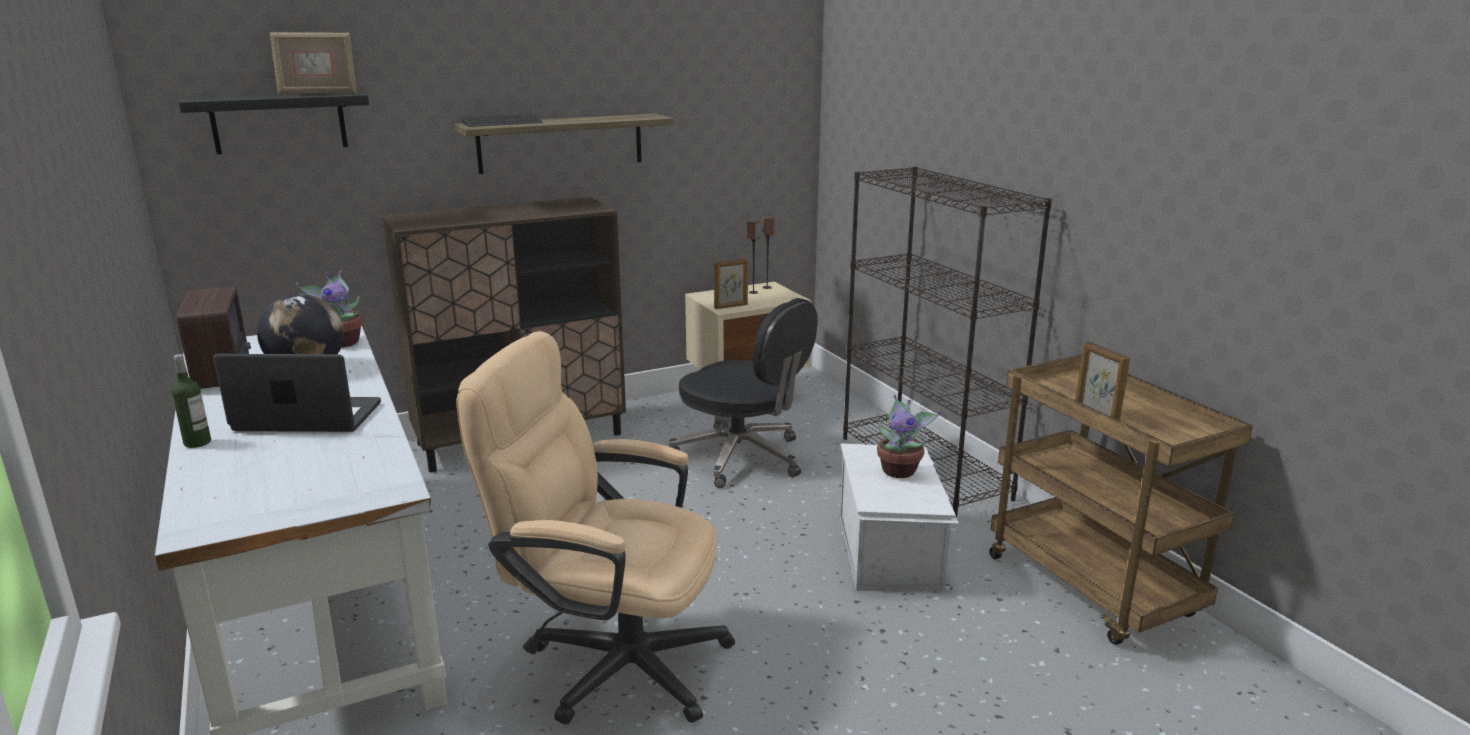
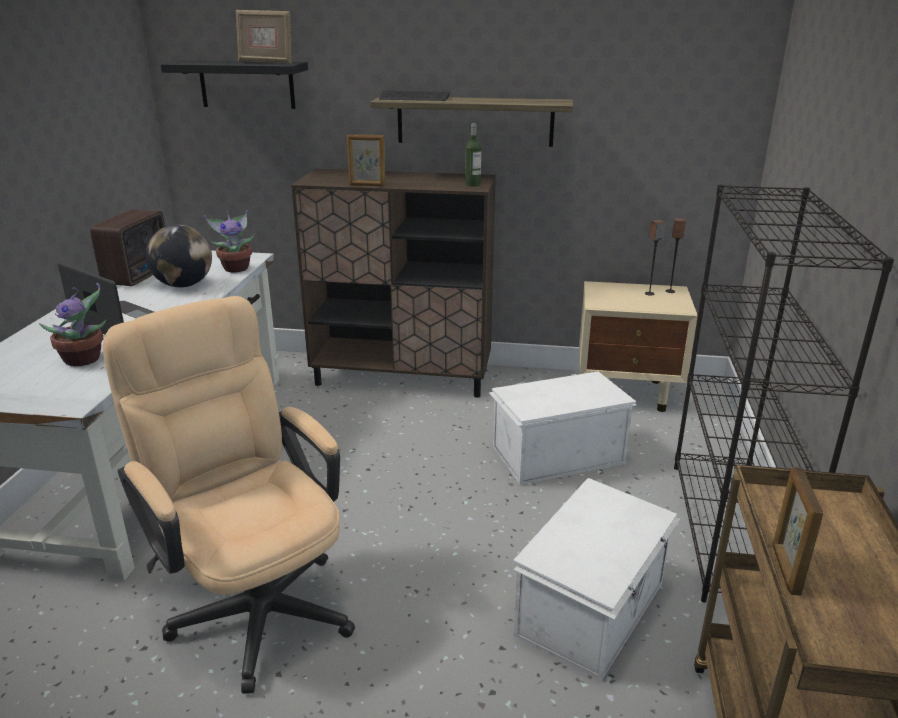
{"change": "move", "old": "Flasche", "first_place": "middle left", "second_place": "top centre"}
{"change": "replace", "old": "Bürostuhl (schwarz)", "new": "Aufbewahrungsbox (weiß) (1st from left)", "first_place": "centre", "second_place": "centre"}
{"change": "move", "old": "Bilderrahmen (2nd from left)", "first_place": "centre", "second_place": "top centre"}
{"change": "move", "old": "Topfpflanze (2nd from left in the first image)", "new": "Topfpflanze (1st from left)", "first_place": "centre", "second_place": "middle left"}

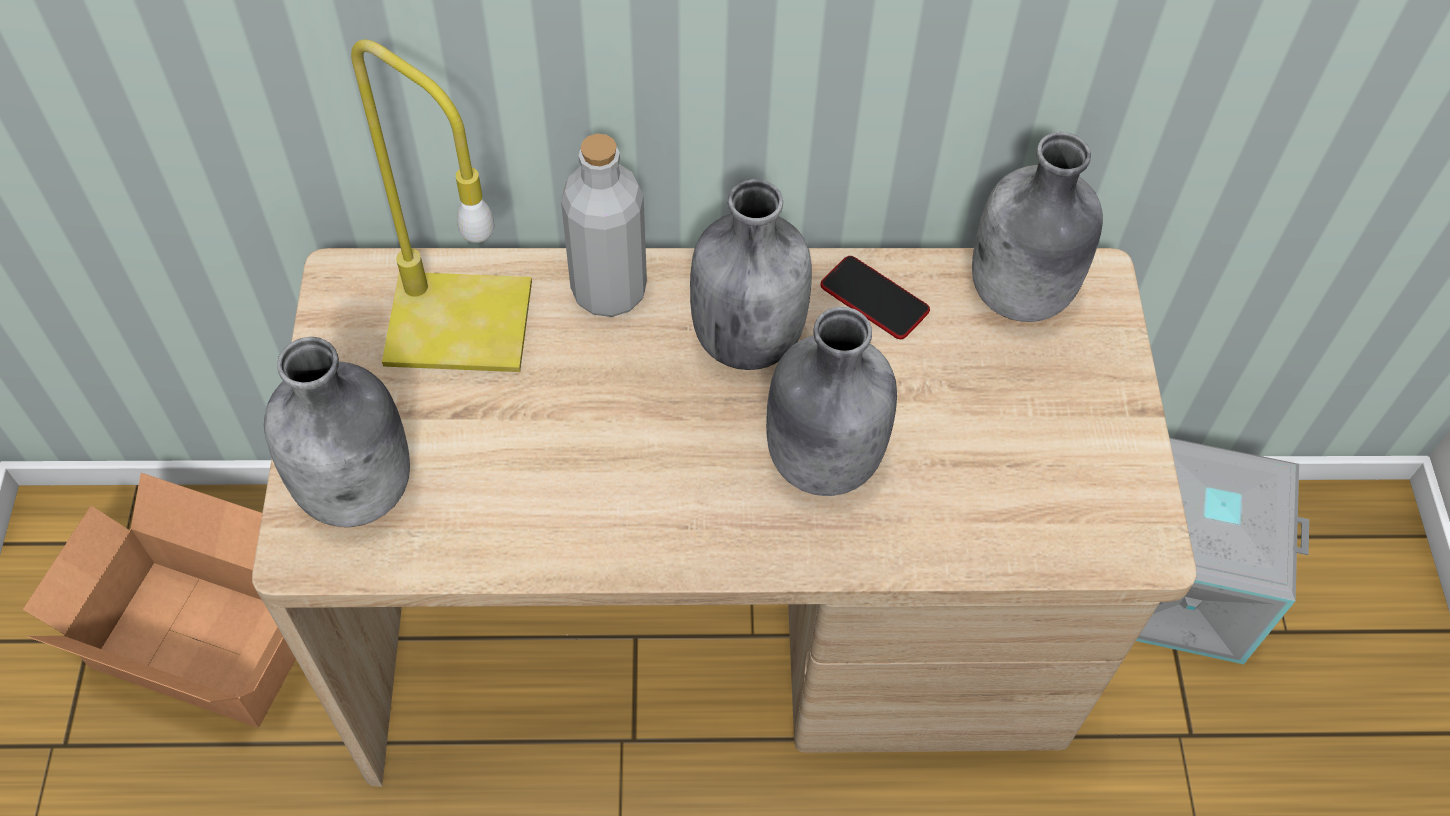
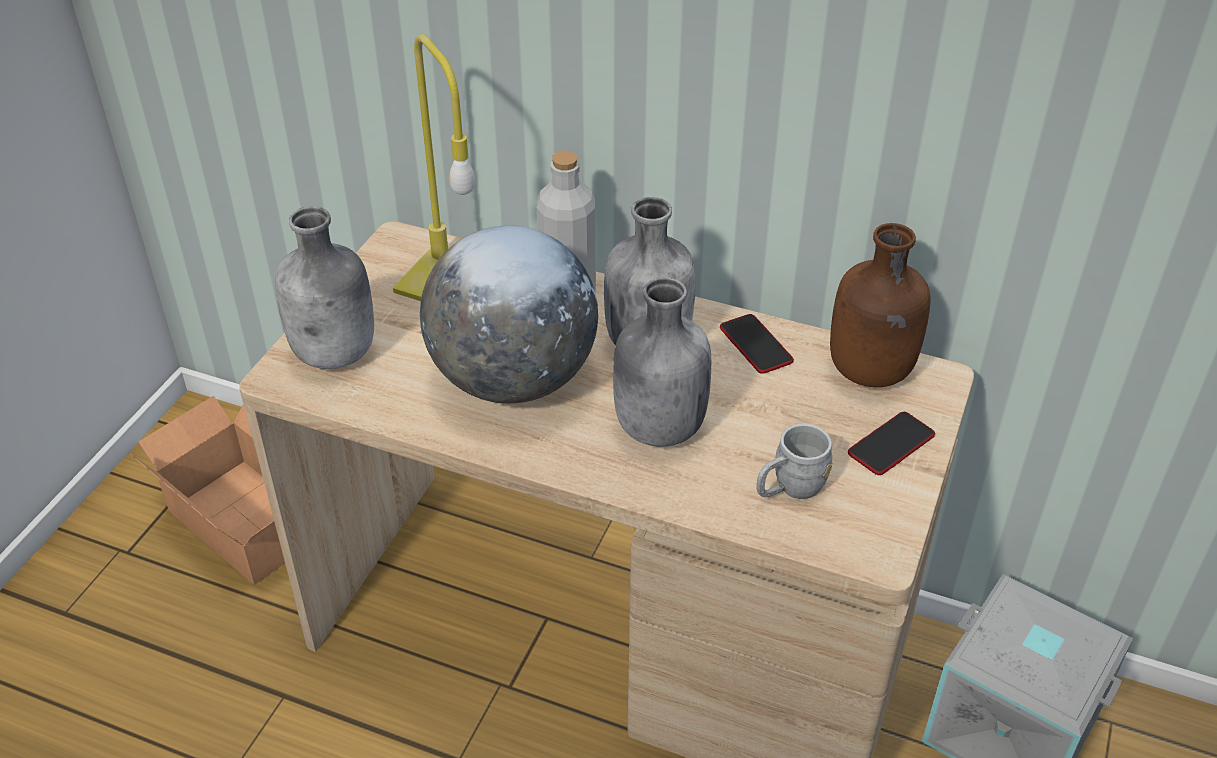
{"change": "recolor", "old": "Flasche (grau) (5th from left)", "new": "Flasche (braun)", "first_place": "top right", "second_place": "middle right"}
{"change": "insert", "new": "Globus", "second_place": "centre"}
{"change": "insert", "new": "Henkelbecher (grau)", "second_place": "centre"}
{"change": "insert", "new": "Handy (2nd from left)", "second_place": "middle right"}

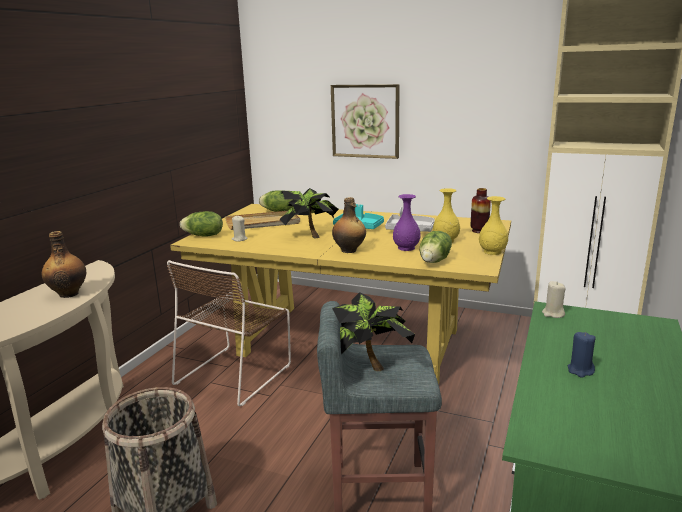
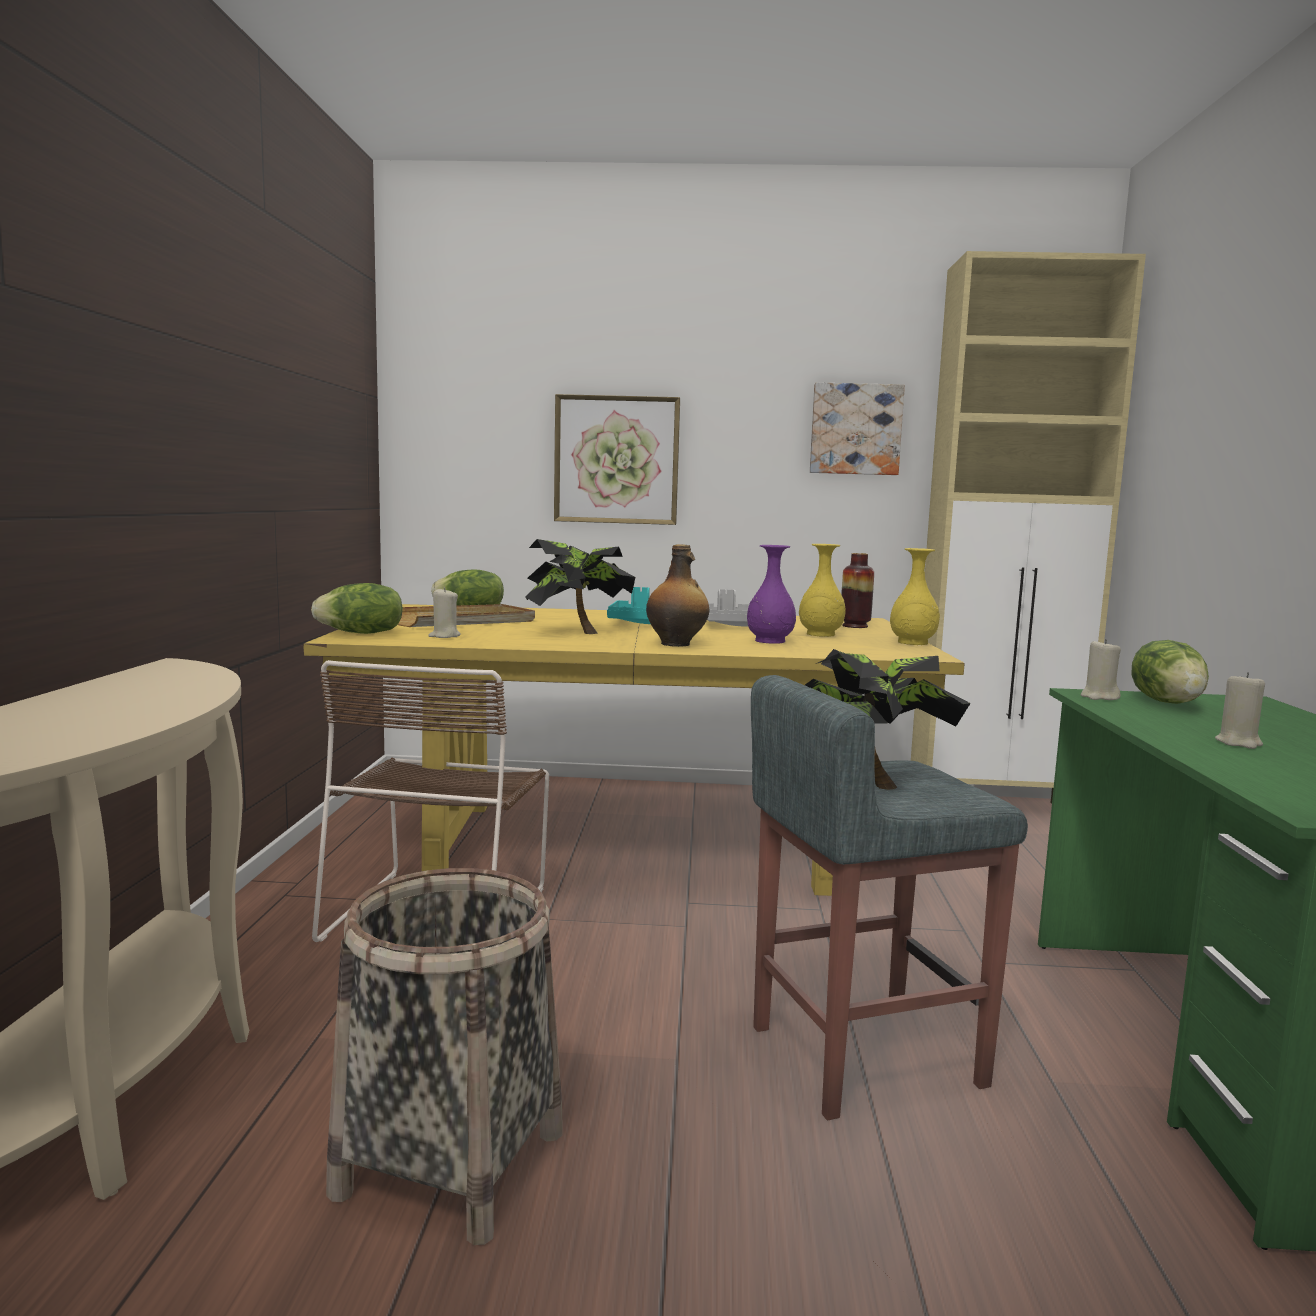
{"change": "delete", "old": "Flasche (1st from left)", "first_place": "middle left"}
{"change": "move", "old": "Salatkopf (3rd from left)", "first_place": "centre", "second_place": "middle right"}
{"change": "recolor", "old": "Kerze (blau)", "new": "Kerze (beige) (3rd from left)", "first_place": "bottom right", "second_place": "middle right"}
{"change": "insert", "new": "Bild (2nd from left)", "second_place": "top centre"}

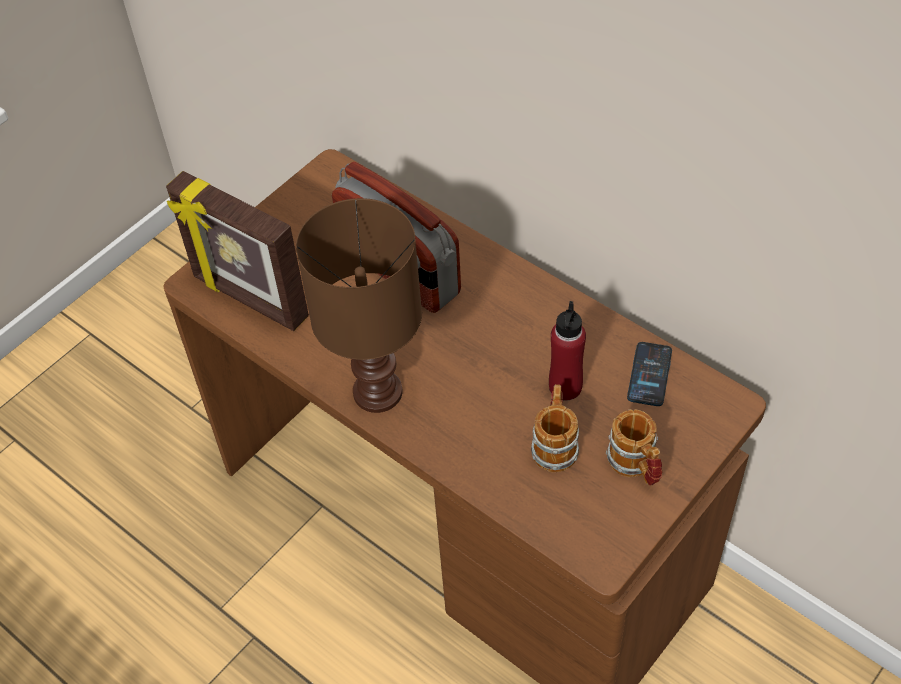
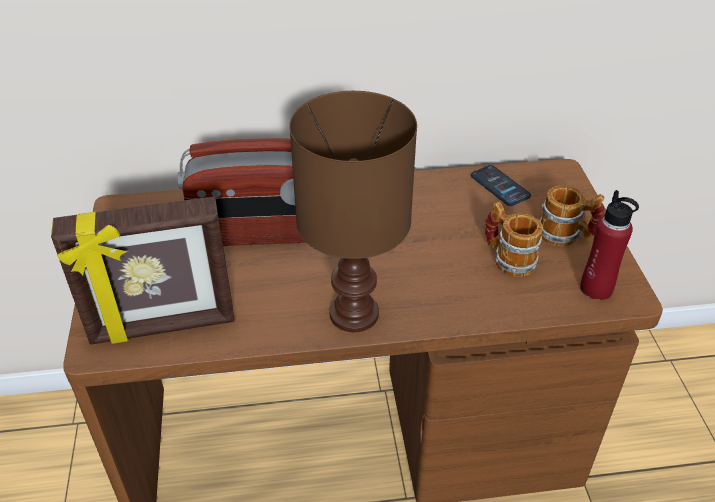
{"change": "move", "old": "Flasche (rot)", "first_place": "centre", "second_place": "middle right"}

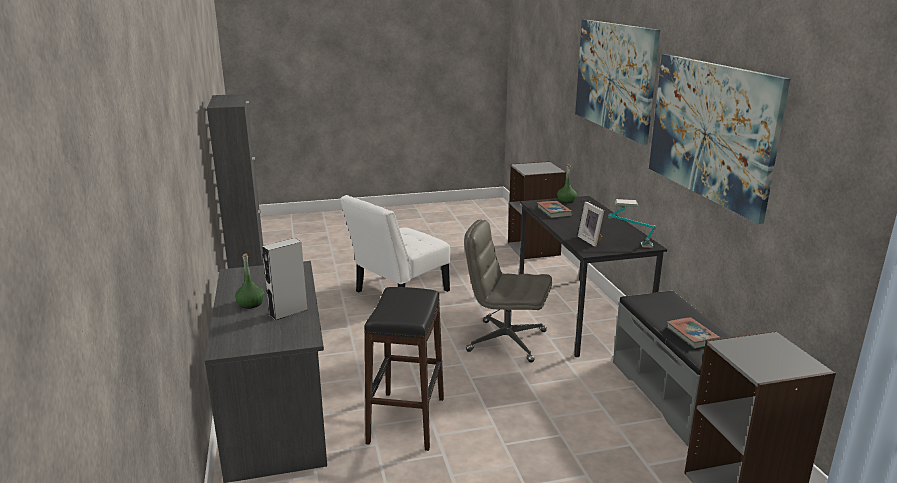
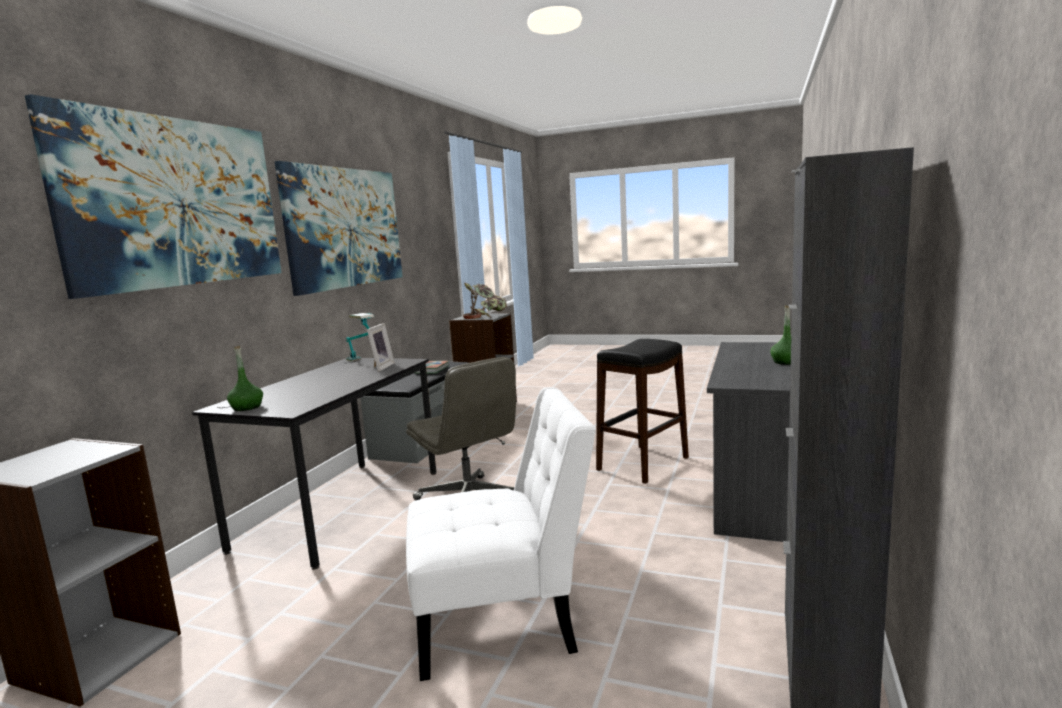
{"change": "delete", "old": "Lautsprecher (grau)", "first_place": "middle left"}
{"change": "delete", "old": "Buch (1st from left)", "first_place": "centre"}
{"change": "insert", "new": "Topfpflanze", "second_place": "centre"}

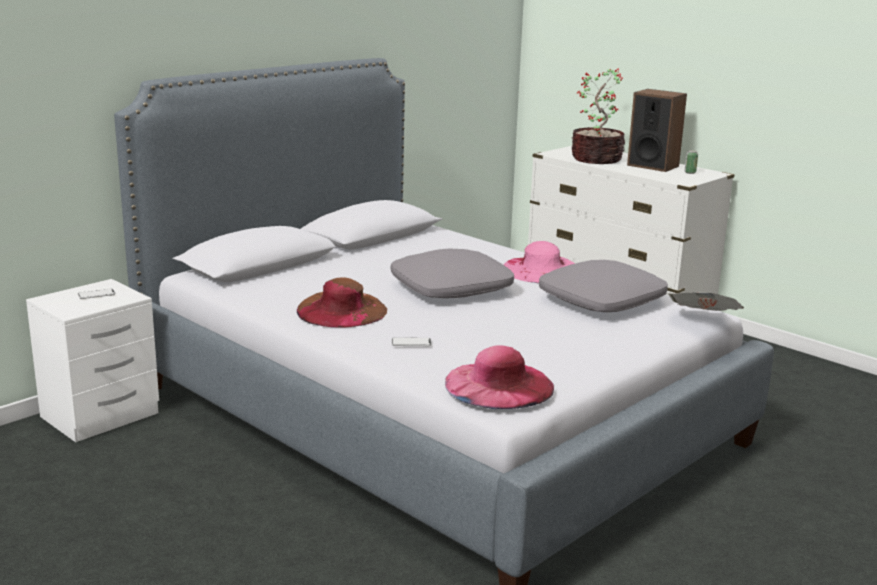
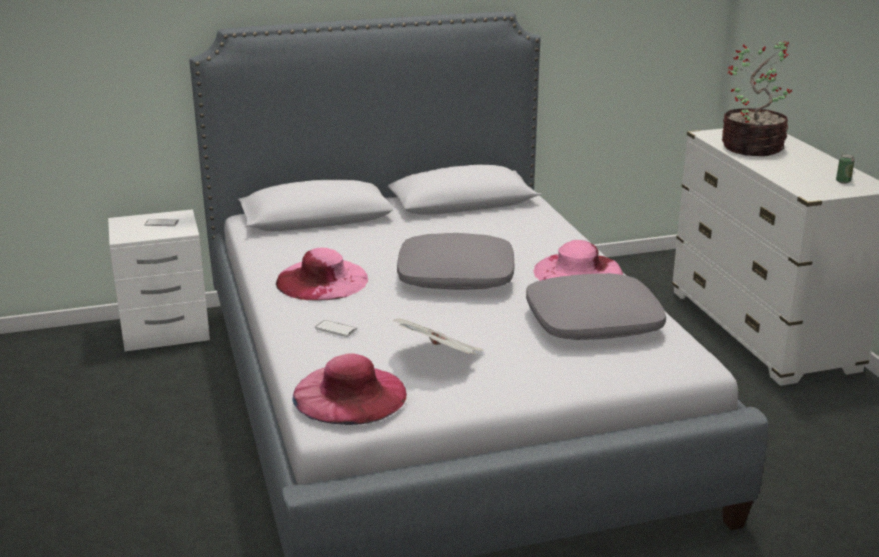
{"change": "recolor", "old": "Hut (braun)", "new": "Hut (rosa) (1st from left)", "first_place": "centre", "second_place": "centre"}
{"change": "delete", "old": "Lautsprecher", "first_place": "top right"}
{"change": "move", "old": "Zeitung", "first_place": "middle right", "second_place": "centre"}

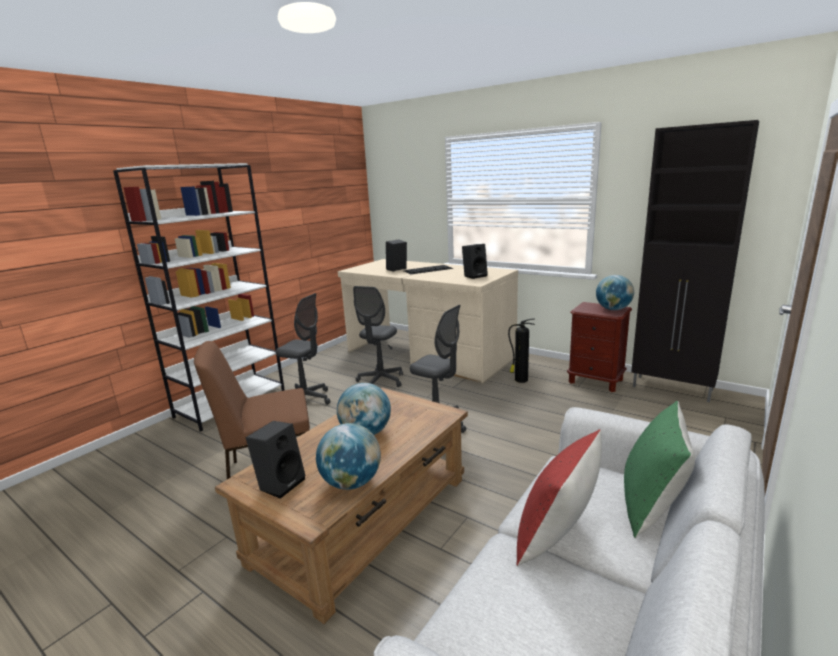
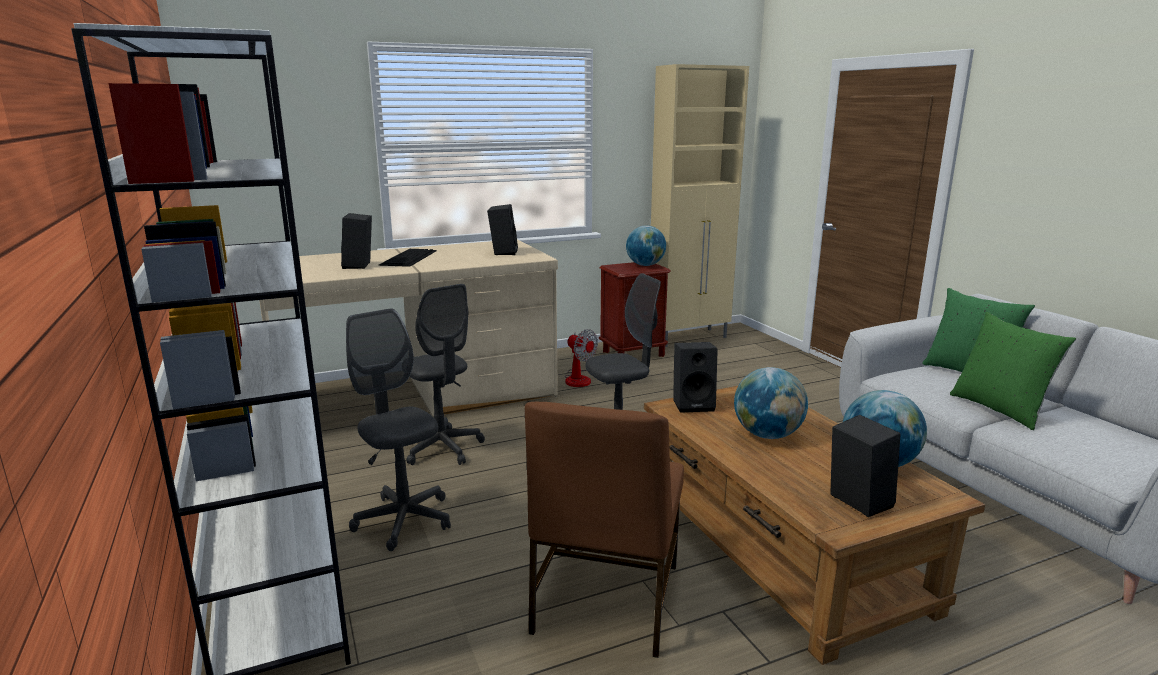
{"change": "rotate", "old": "Bürostuhl (grau) (1st from left)", "first_place": "centre", "second_place": "centre", "degrees": -90}
{"change": "replace", "old": "Feuerlöscher", "new": "Ventilator", "first_place": "centre", "second_place": "centre"}
{"change": "recolor", "old": "Kissen (rot)", "new": "Kissen (grün) (2nd from left)", "first_place": "bottom right", "second_place": "middle right"}
{"change": "recolor", "old": "Schrank (schwarz)", "new": "Schrank (beige)", "first_place": "middle right", "second_place": "top centre"}
{"change": "insert", "new": "Lautsprecher (schwarz) (3rd from left)", "second_place": "centre"}

